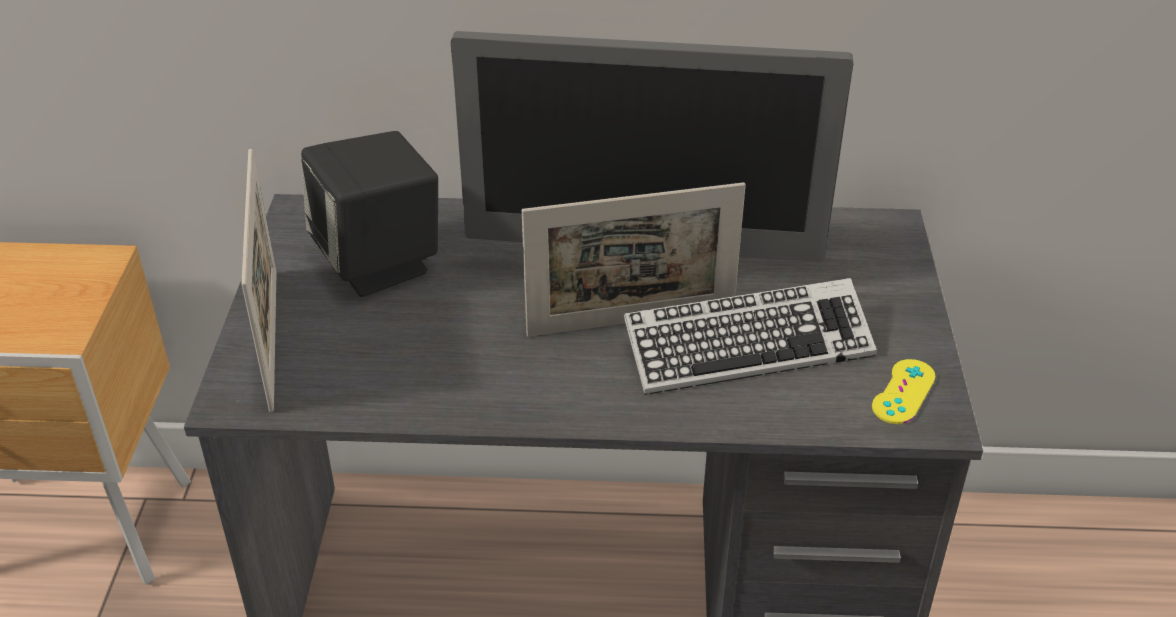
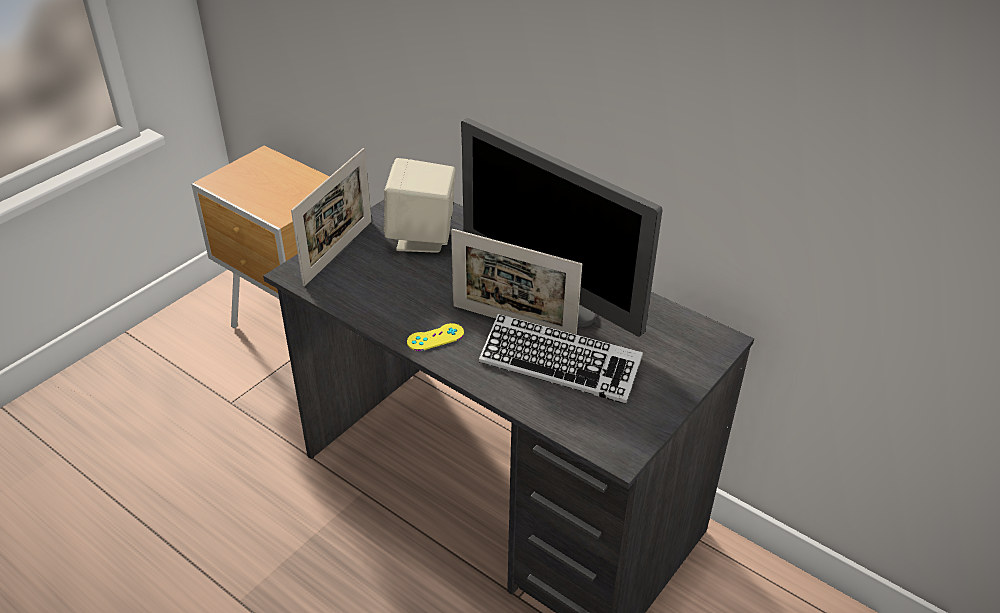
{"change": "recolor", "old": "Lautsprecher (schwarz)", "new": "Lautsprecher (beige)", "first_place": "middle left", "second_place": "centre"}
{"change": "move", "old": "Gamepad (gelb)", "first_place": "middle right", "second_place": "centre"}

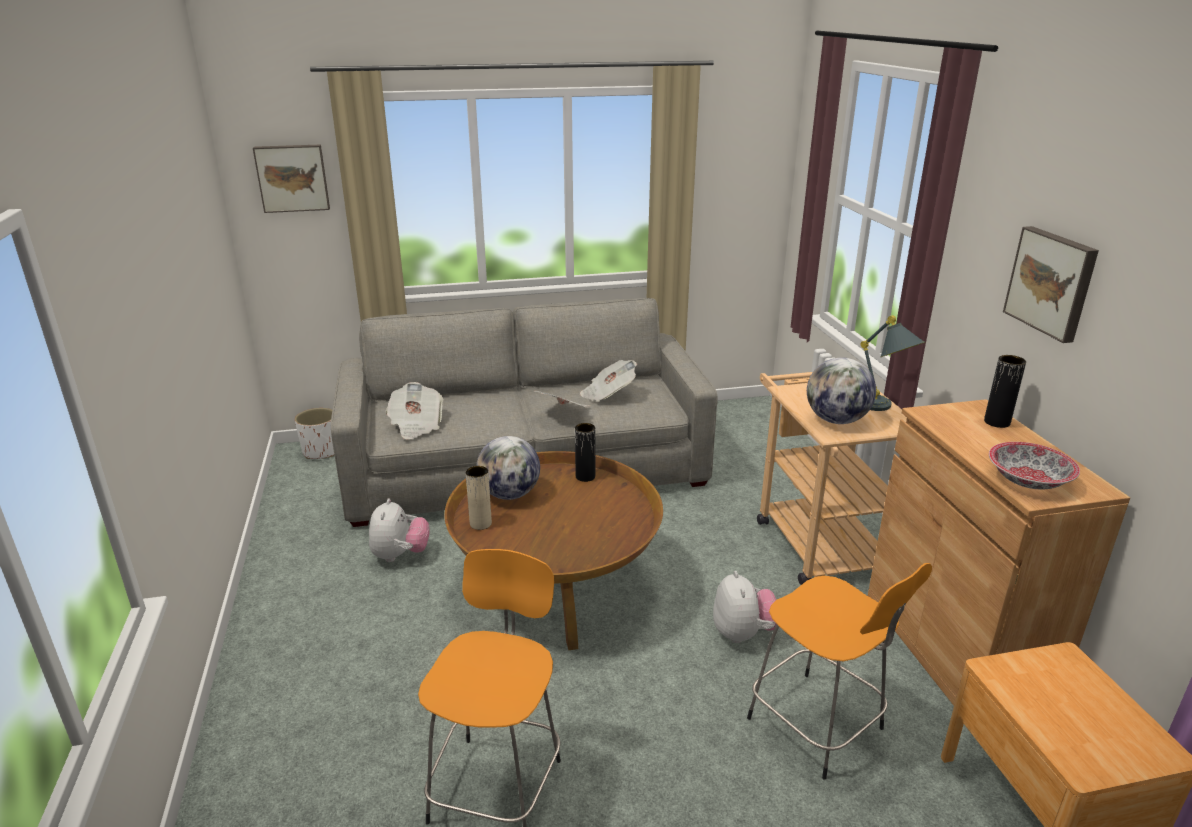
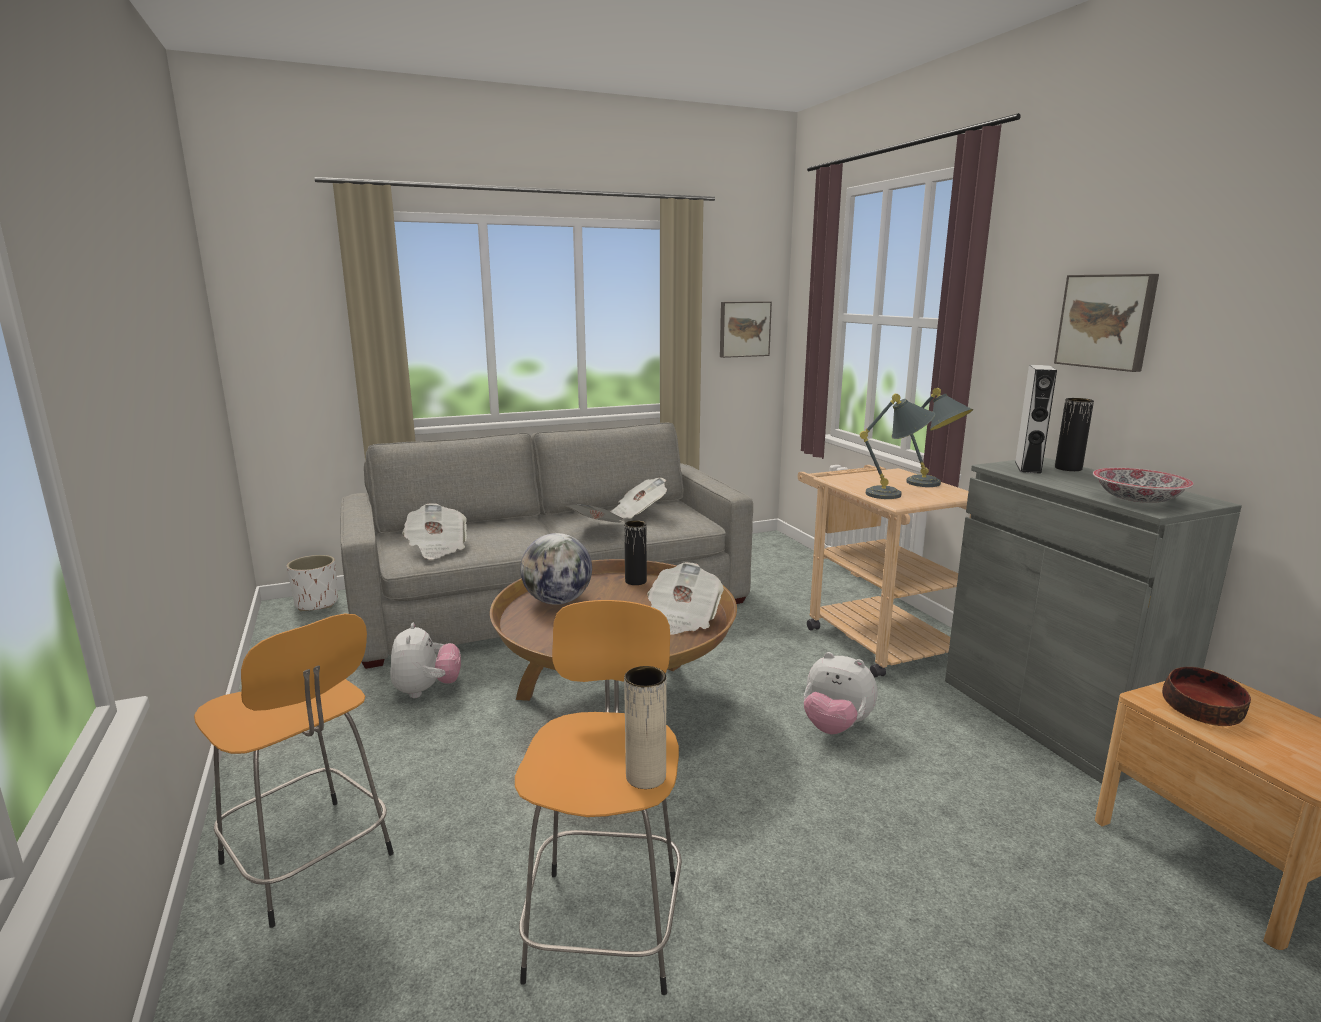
{"change": "move", "old": "Bild (1st from left)", "first_place": "top left", "second_place": "top centre"}
{"change": "move", "old": "Vase (beige)", "first_place": "centre", "second_place": "bottom centre"}
{"change": "rotate", "old": "Plüschtier (2nd from left)", "first_place": "bottom centre", "second_place": "bottom centre", "degrees": 135}
{"change": "move", "old": "Hocker (orange) (2nd from left in the first image)", "new": "Hocker (orange) (1st from left)", "first_place": "bottom right", "second_place": "bottom left"}
{"change": "replace", "old": "Globus (2nd from left)", "new": "Tischlampe (grau) (1st from left)", "first_place": "middle right", "second_place": "middle right"}
{"change": "recolor", "old": "Schrank (braun)", "new": "Schrank (grau)", "first_place": "bottom right", "second_place": "middle right"}
{"change": "insert", "new": "Zeitung (4th from left)", "second_place": "centre"}
{"change": "insert", "new": "Lautsprecher (grau)", "second_place": "middle right"}
{"change": "insert", "new": "Schüssel (2nd from left)", "second_place": "bottom right"}

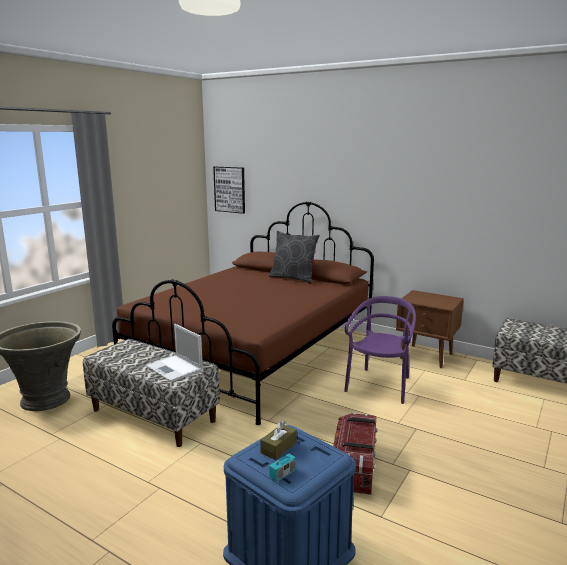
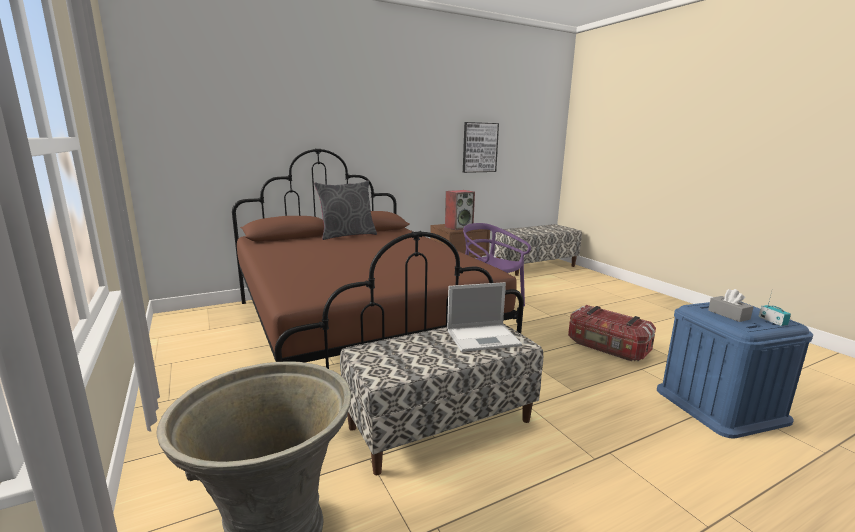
{"change": "move", "old": "Bild", "first_place": "centre", "second_place": "top centre"}
{"change": "recolor", "old": "Taschentuchbox (braun)", "new": "Taschentuchbox (grau)", "first_place": "bottom centre", "second_place": "middle right"}
{"change": "insert", "new": "Lautsprecher", "second_place": "centre"}

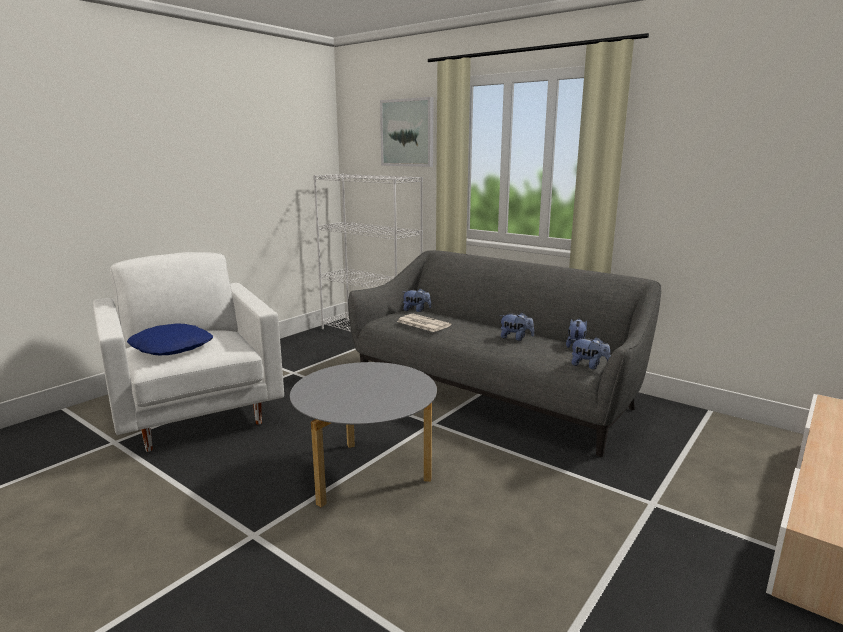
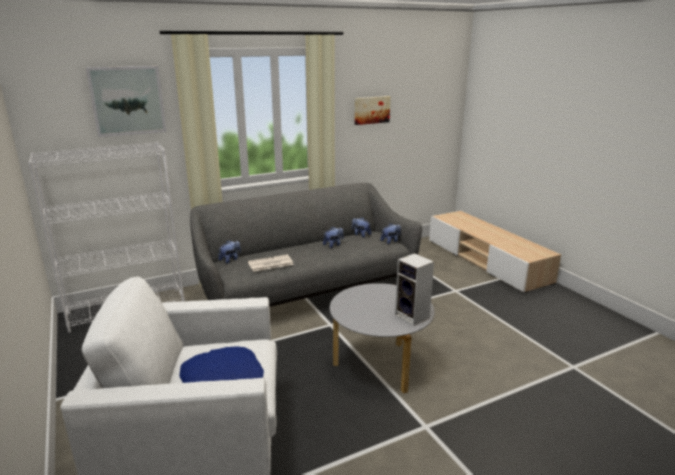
{"change": "insert", "new": "Bild (2nd from left)", "second_place": "top centre"}
{"change": "insert", "new": "Lautsprecher", "second_place": "centre"}

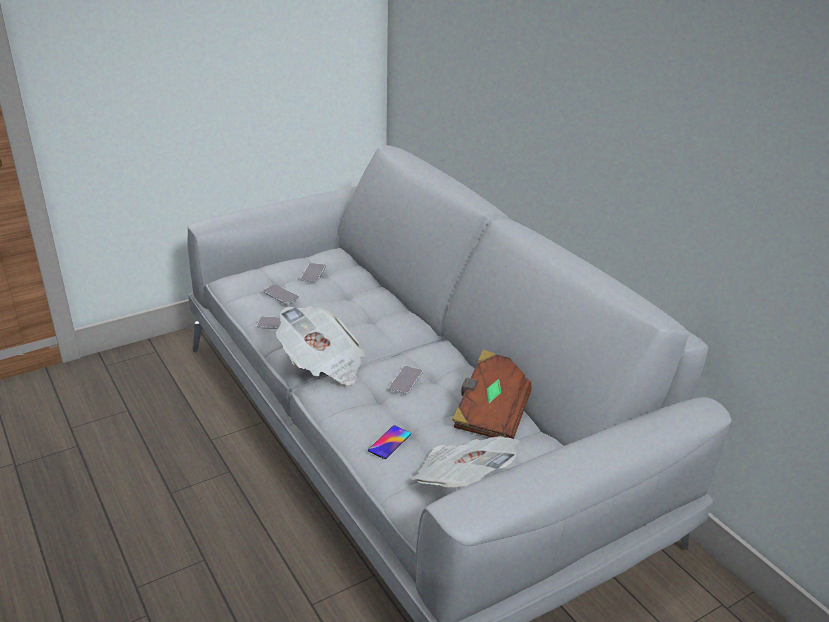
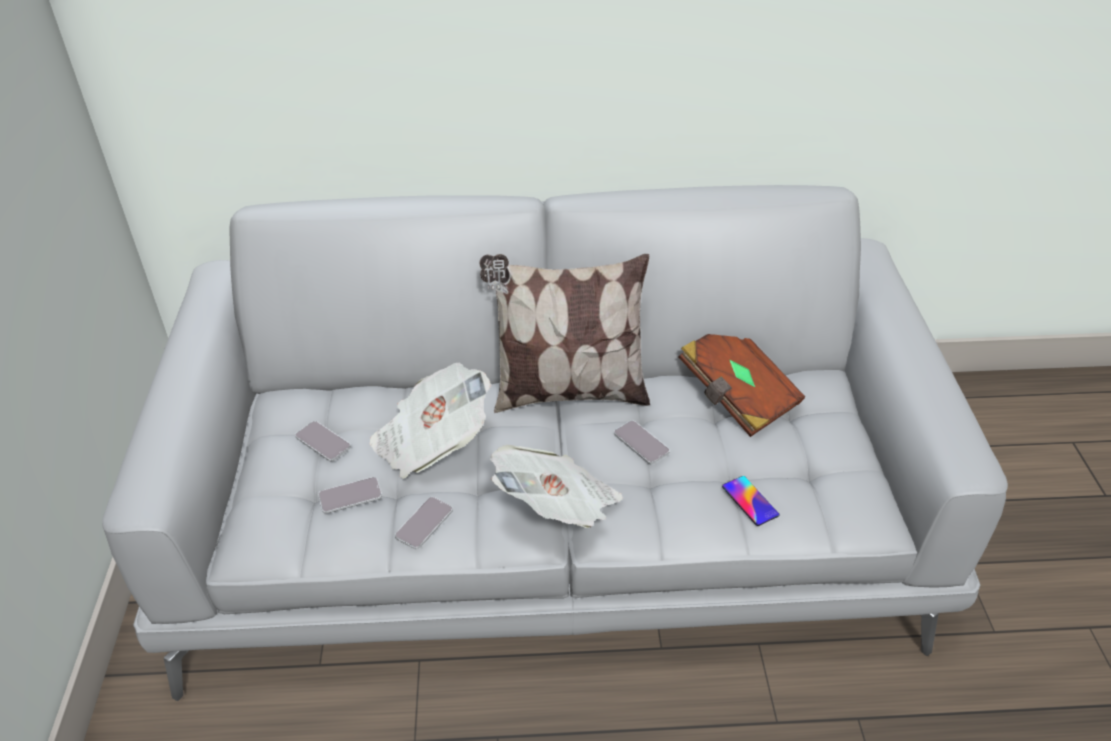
{"change": "move", "old": "Zeitung (2nd from left in the first image)", "new": "Zeitung (1st from left)", "first_place": "bottom centre", "second_place": "centre"}
{"change": "insert", "new": "Kissen", "second_place": "centre"}

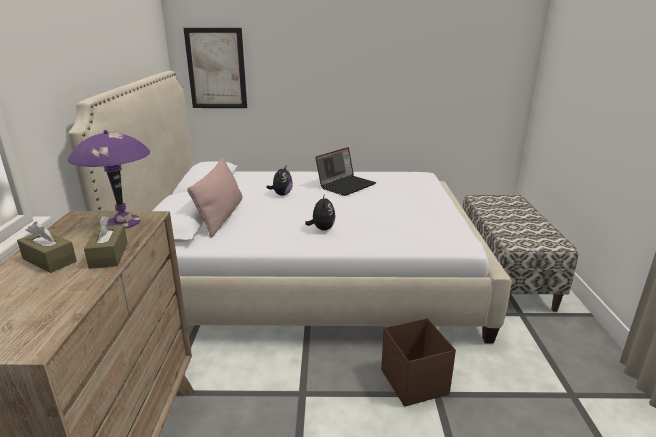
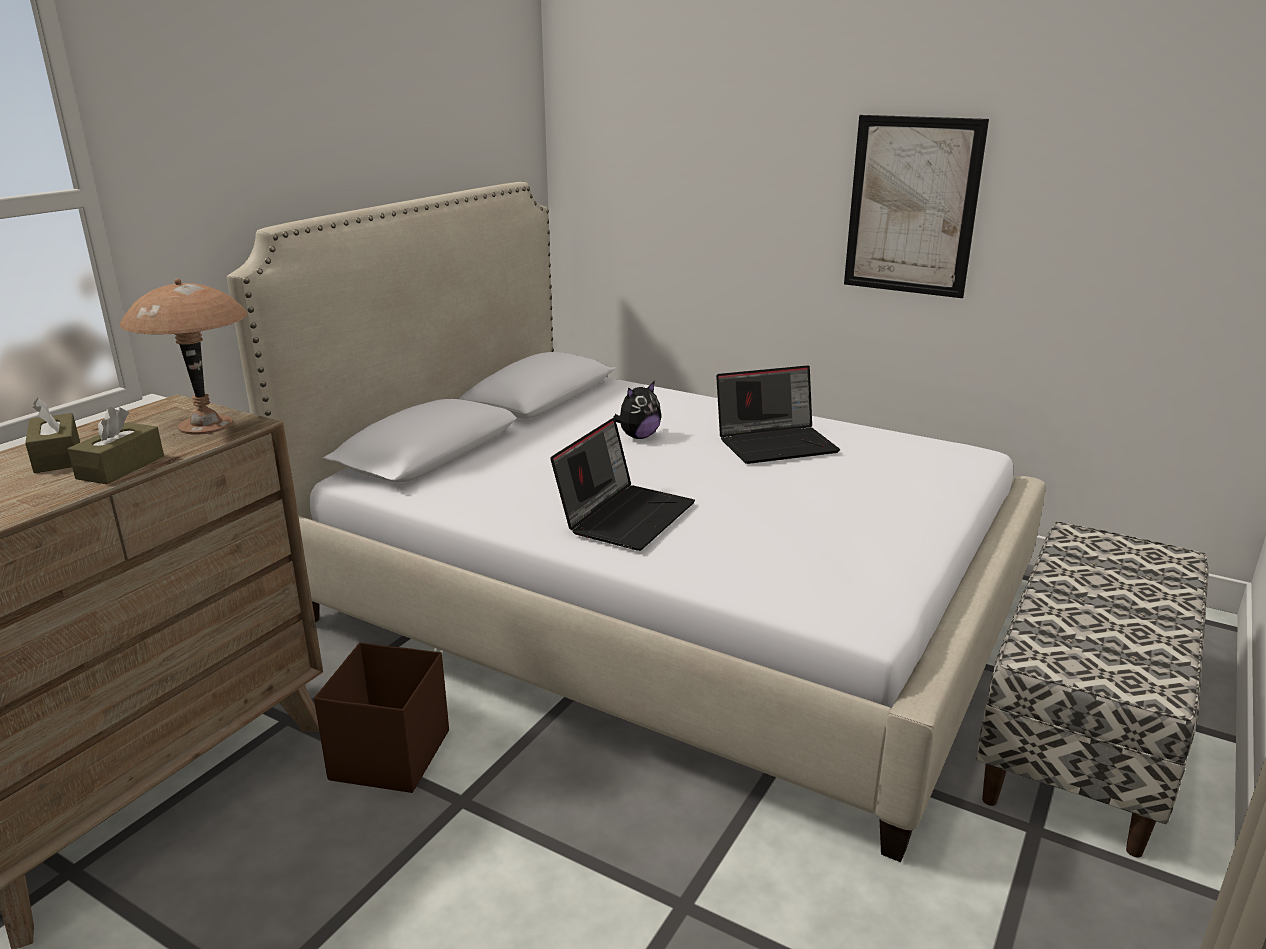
{"change": "recolor", "old": "Tischlampe (lila)", "new": "Tischlampe (braun)", "first_place": "middle left", "second_place": "middle left"}
{"change": "move", "old": "Bild", "first_place": "top left", "second_place": "top right"}
{"change": "delete", "old": "Kissen (rosa)", "first_place": "middle left"}
{"change": "replace", "old": "Plüschtier (2nd from left)", "new": "Laptop (1st from left)", "first_place": "centre", "second_place": "centre"}
{"change": "move", "old": "Aufbewahrungsbox (braun)", "first_place": "bottom centre", "second_place": "bottom left"}

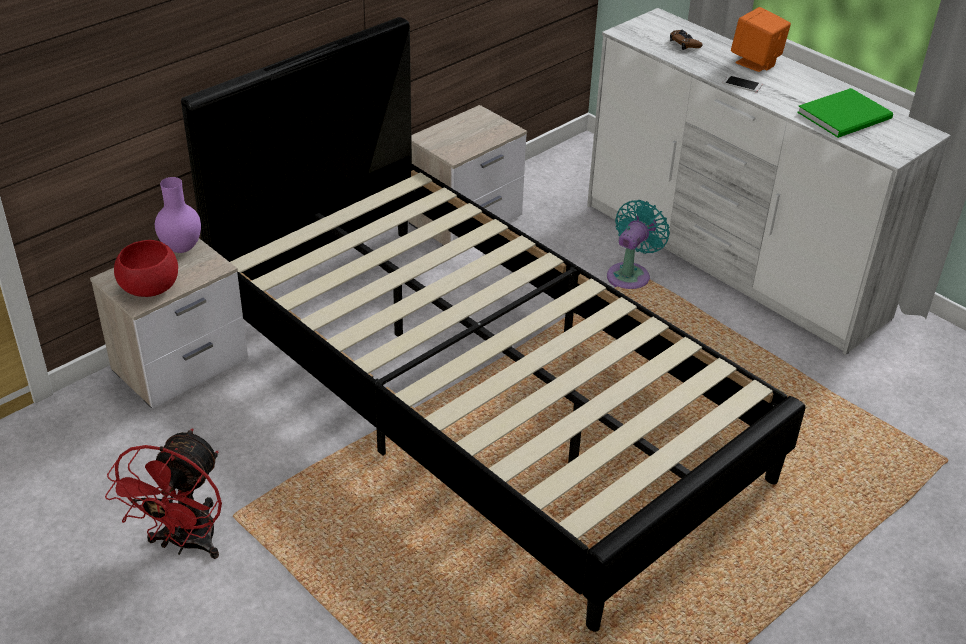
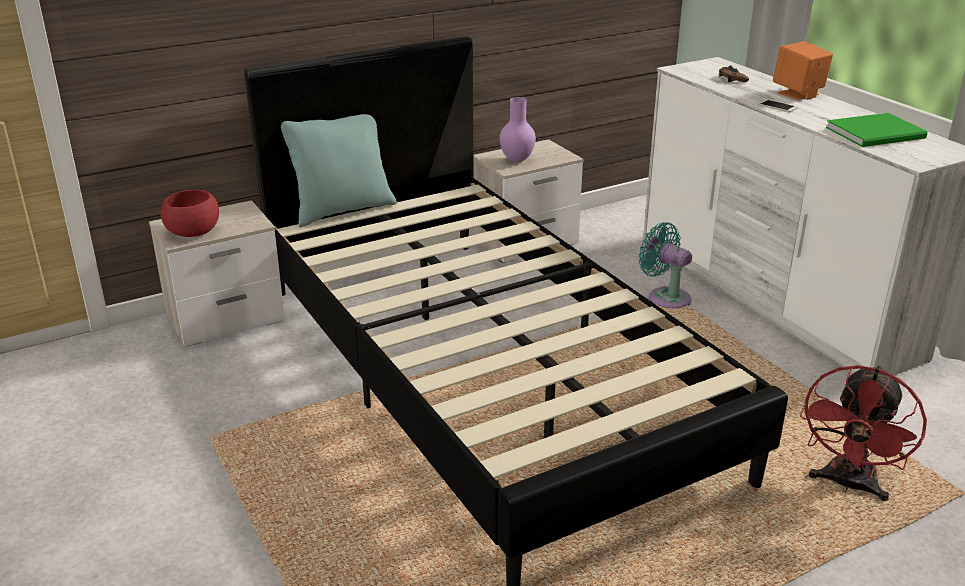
{"change": "move", "old": "Ventilator (rot)", "first_place": "bottom left", "second_place": "bottom right"}
{"change": "move", "old": "Vase (lila)", "first_place": "middle left", "second_place": "top centre"}
{"change": "rotate", "old": "Ventilator (türkis)", "first_place": "centre", "second_place": "middle right", "degrees": -90}
{"change": "insert", "new": "Kissen (türkis)", "second_place": "top centre"}

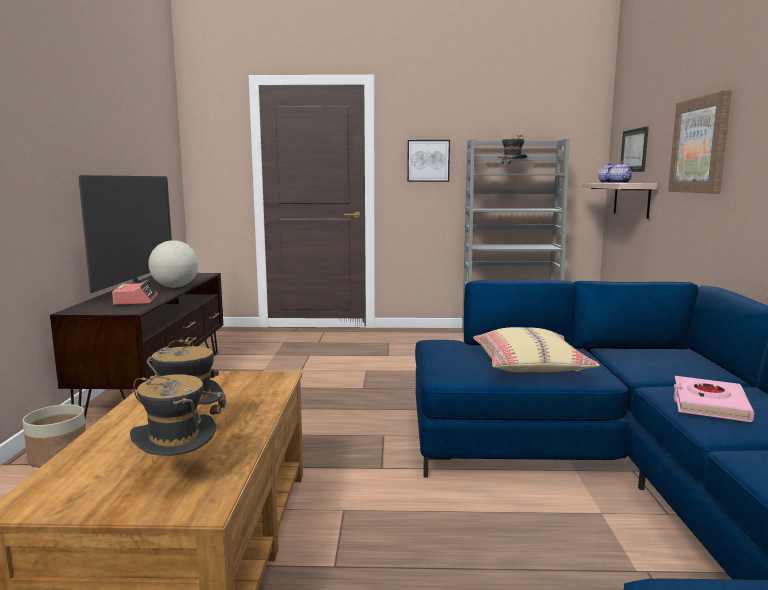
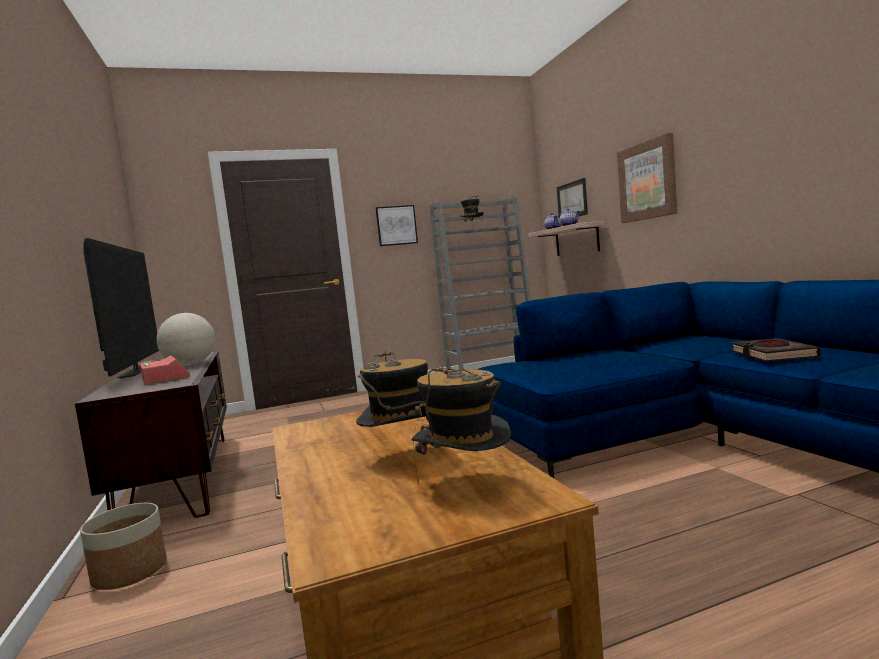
{"change": "delete", "old": "Kissen (beige)", "first_place": "middle right"}
{"change": "recolor", "old": "Buch (rosa)", "new": "Buch (schwarz)", "first_place": "bottom right", "second_place": "middle right"}

